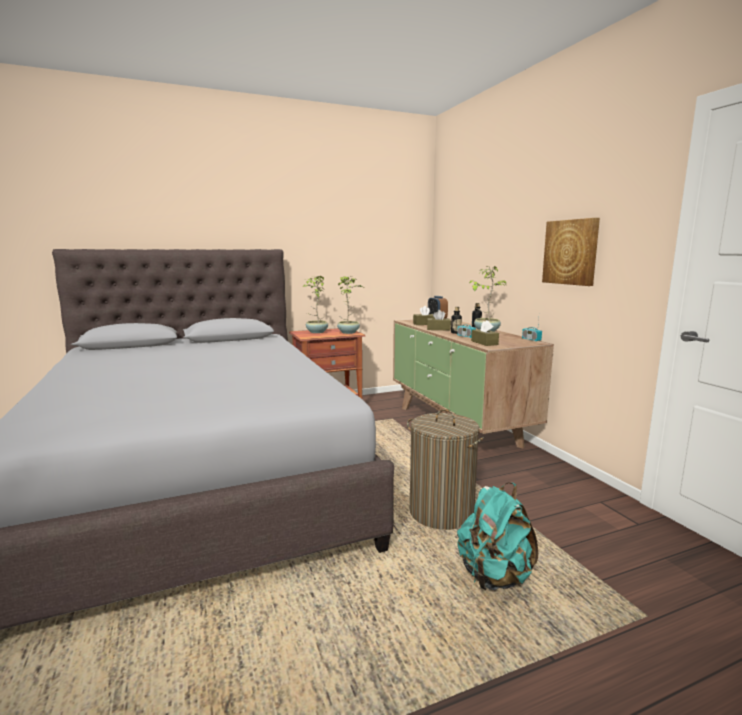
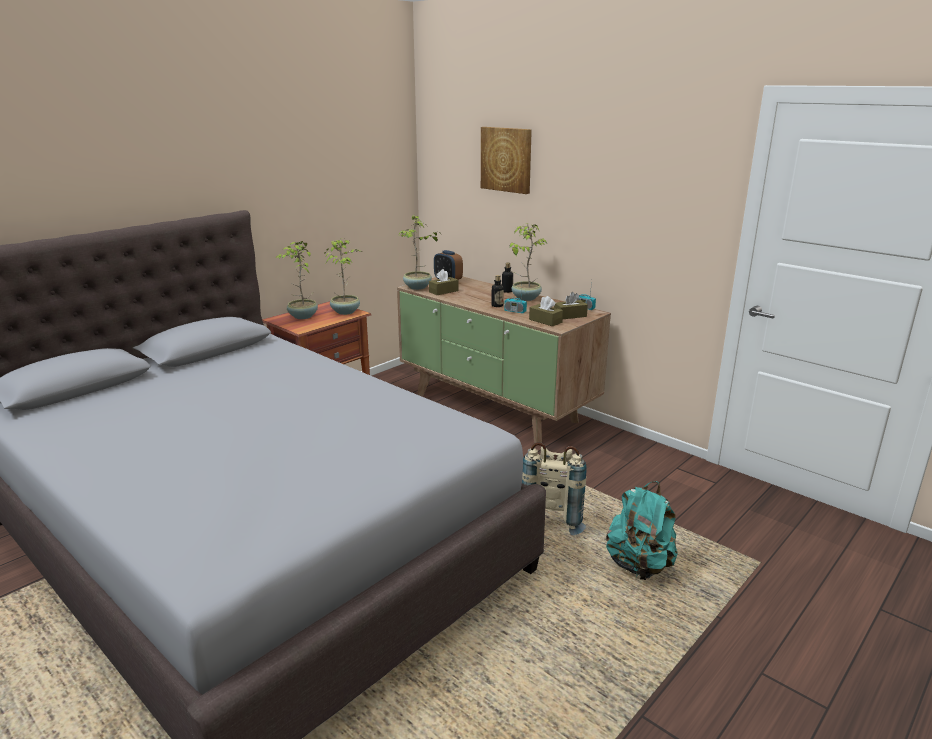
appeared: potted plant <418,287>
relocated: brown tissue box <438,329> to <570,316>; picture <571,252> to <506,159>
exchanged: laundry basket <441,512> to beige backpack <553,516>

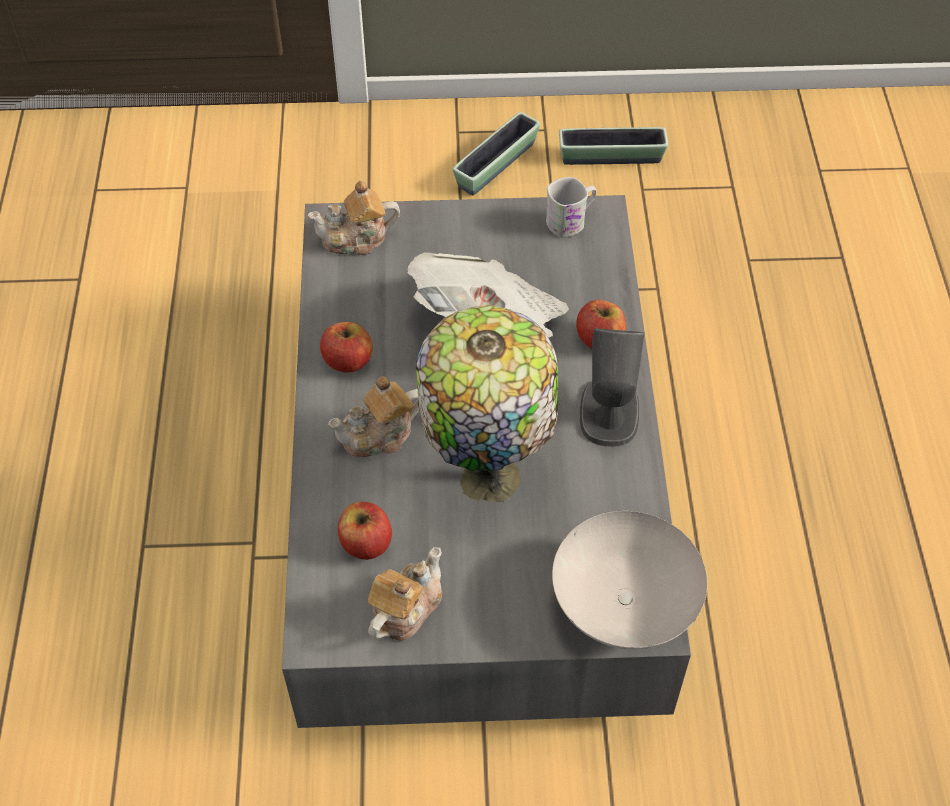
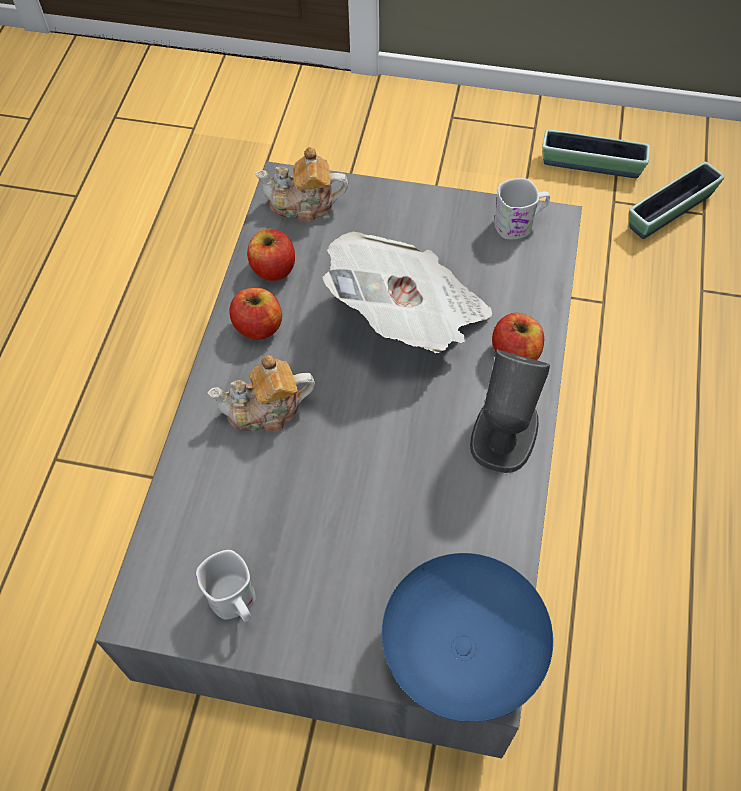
missing: table lamp <488,472>
relocated: apple <366,543> to <273,268>; planter <496,165> to <670,211>
exchanged: teapot <405,608> to white mug <235,603>
colour: white bowl <624,601> to blue bowl <463,649>

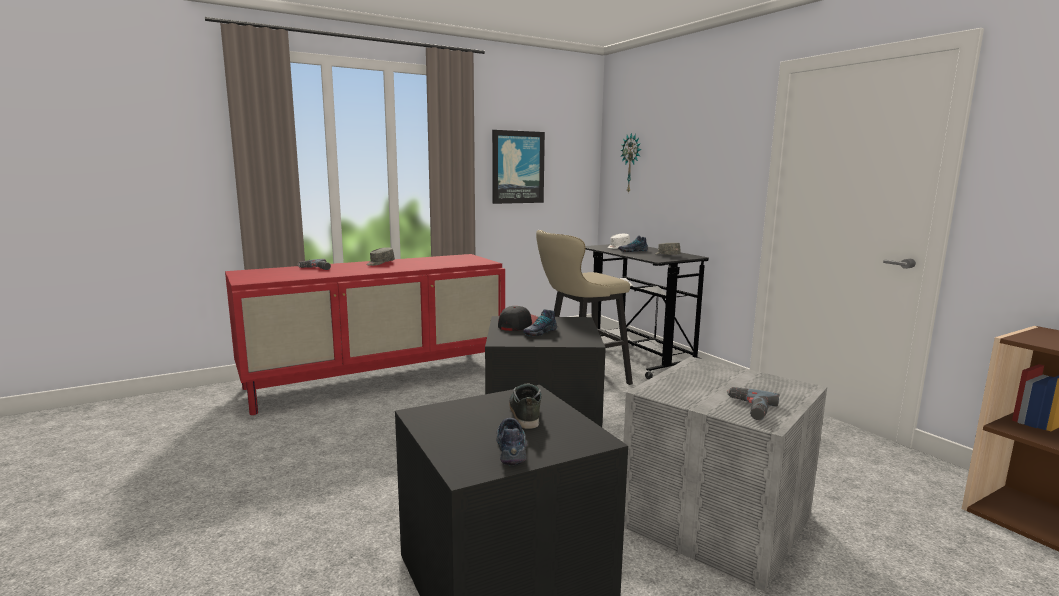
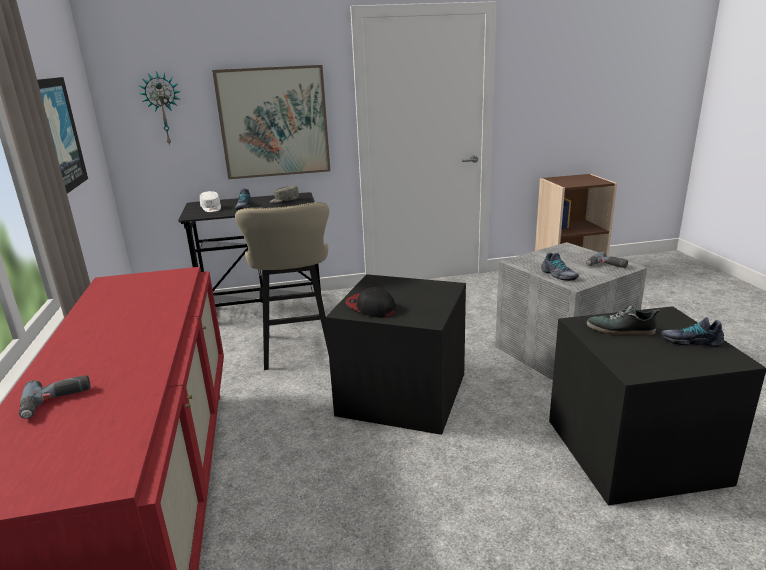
missing: grey cap <380,263>
appeared: picture <274,122>
relocated: shoe <539,332> to <558,275>

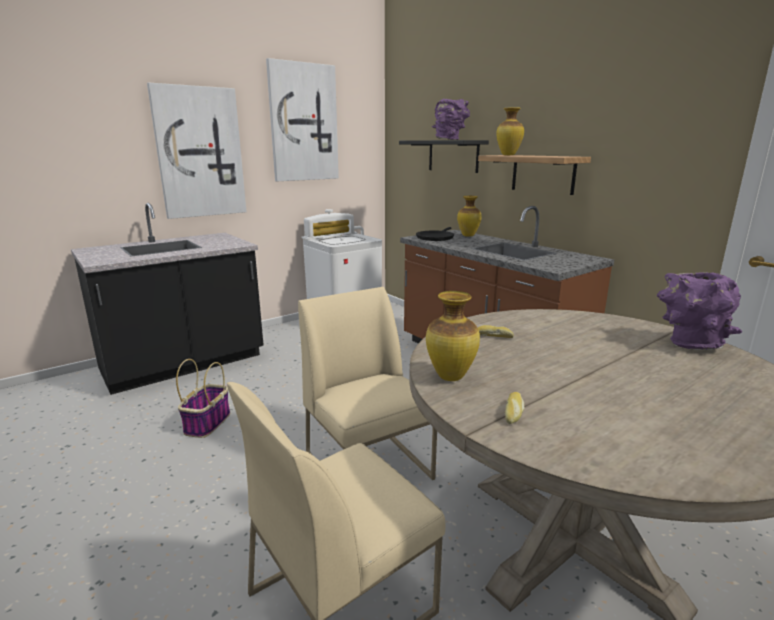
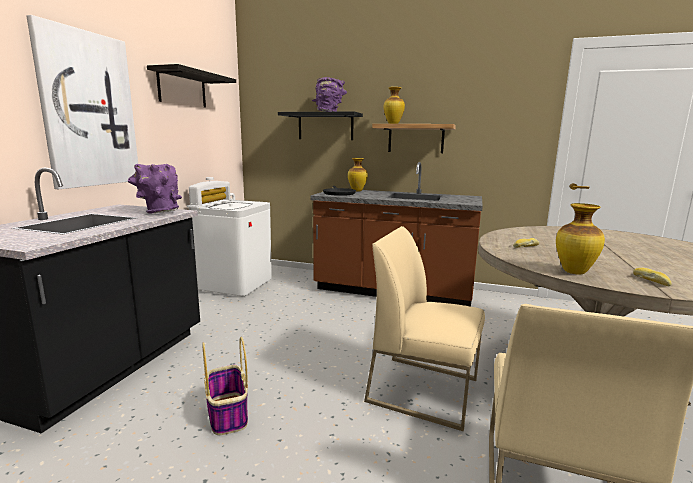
relocated: purple vase <688,345> to <158,212>
exchanged: picture <303,123> to black shelf <182,89>

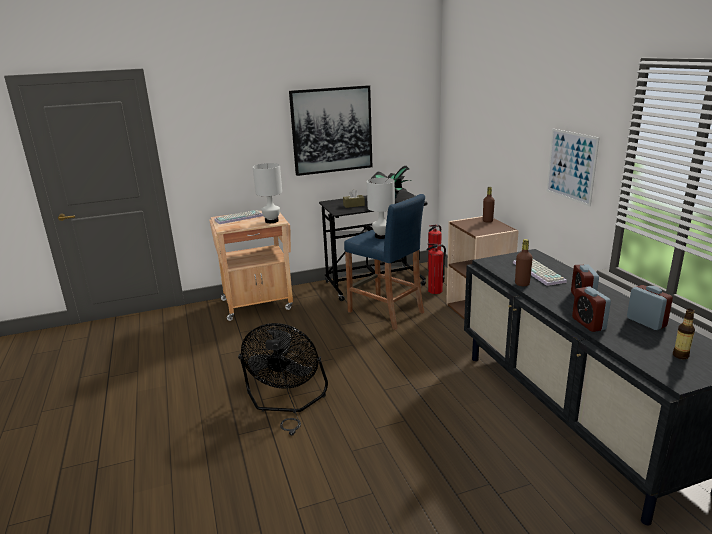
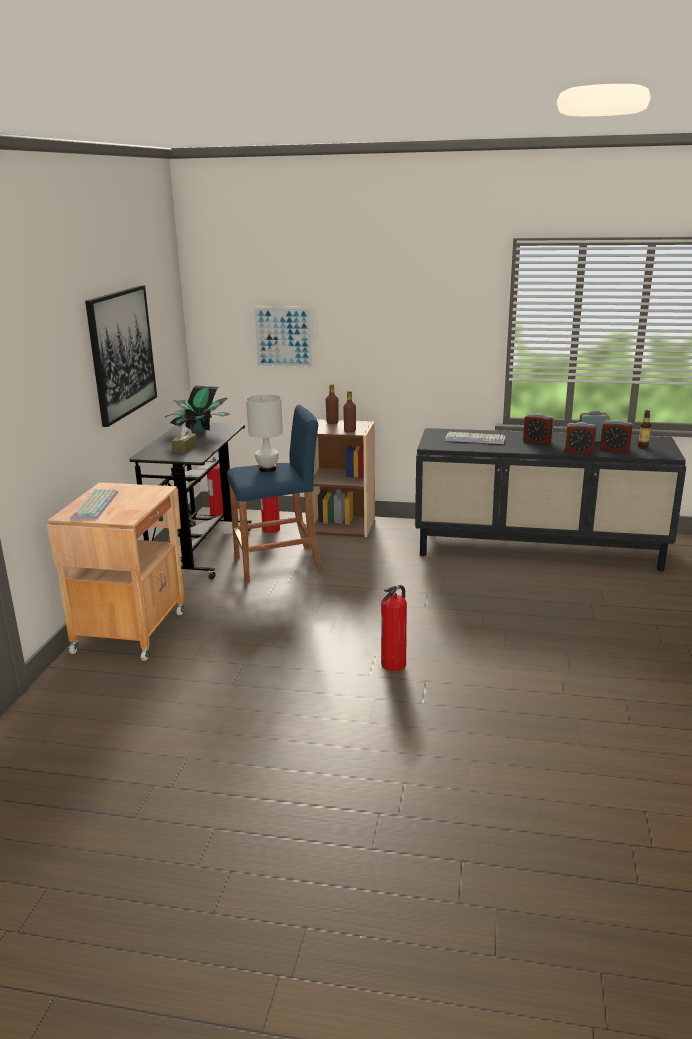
missing: white table lamp <271,221>
appeared: alarm clock <614,449>
relocated: brown bottle <522,284> to <350,431>; picture <571,166> to <283,337>
exchanged: black fan <284,404> to fire extinguisher <394,664>

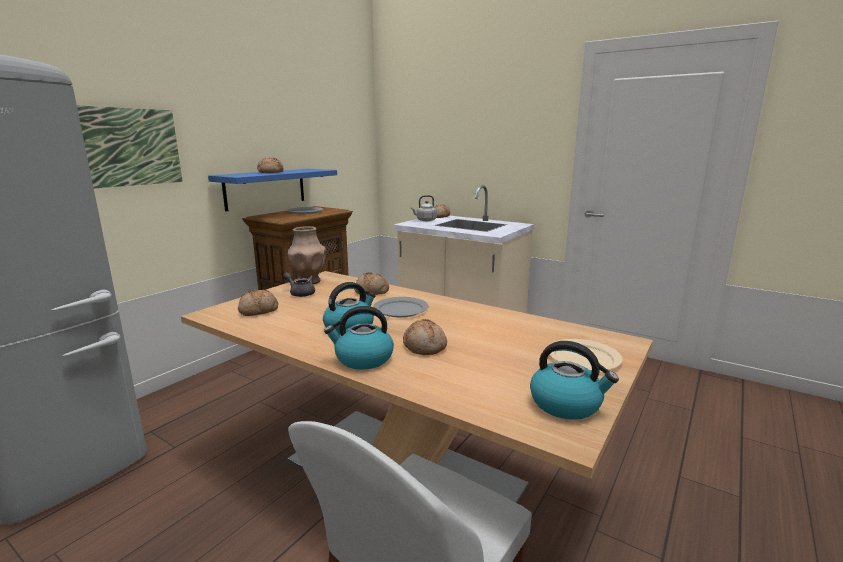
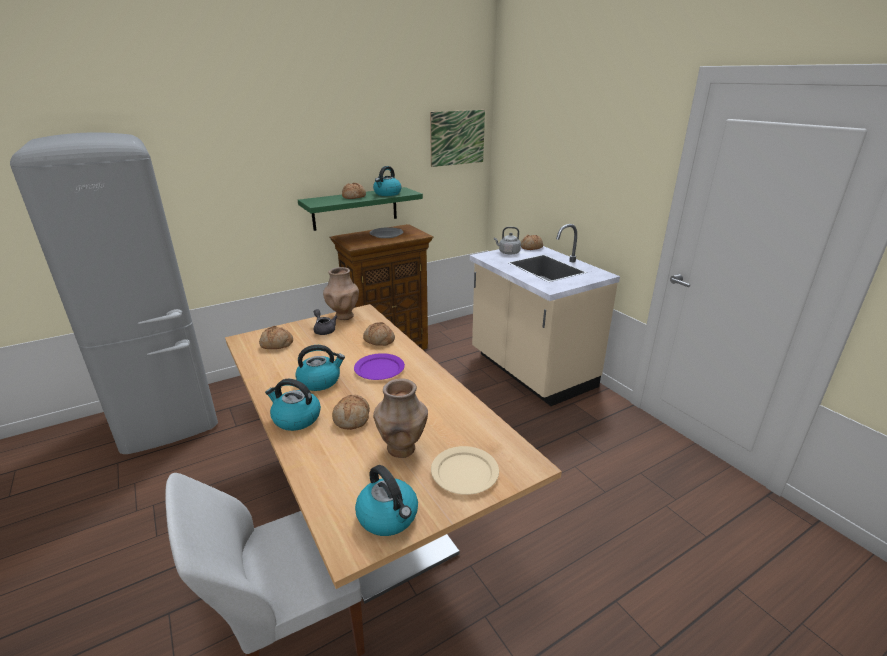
appeared: kettle <387,194>; brown vase <401,449>
relocated: picture <131,147> to <457,138>
colour: blue shelf <265,188> to green shelf <355,208>; grey plate <401,309> to purple plate <379,369>

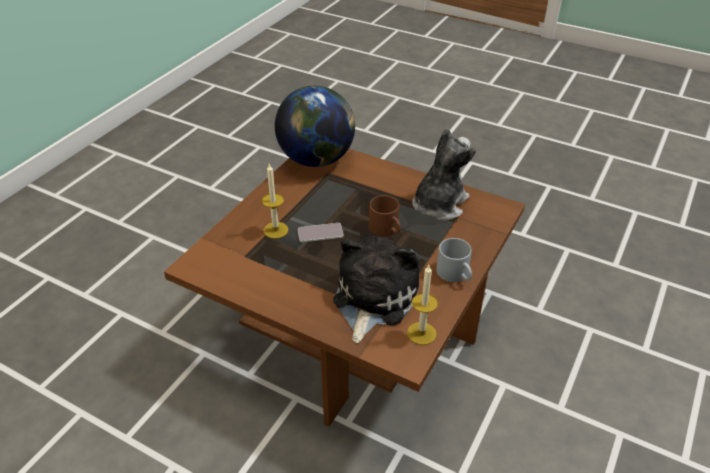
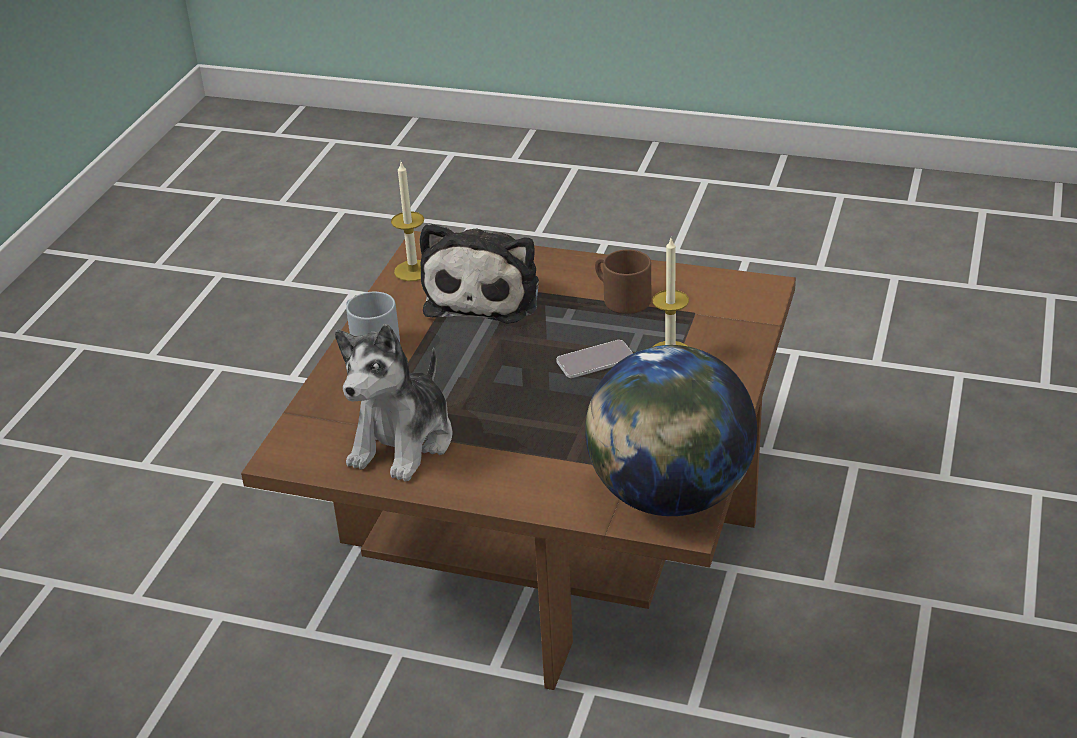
relocated: brown mug <387,229> to <620,298>

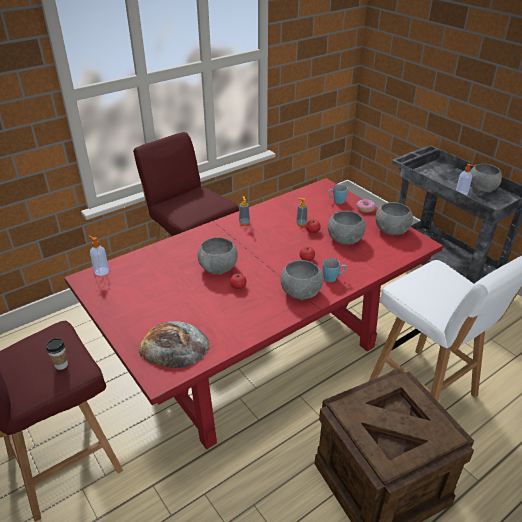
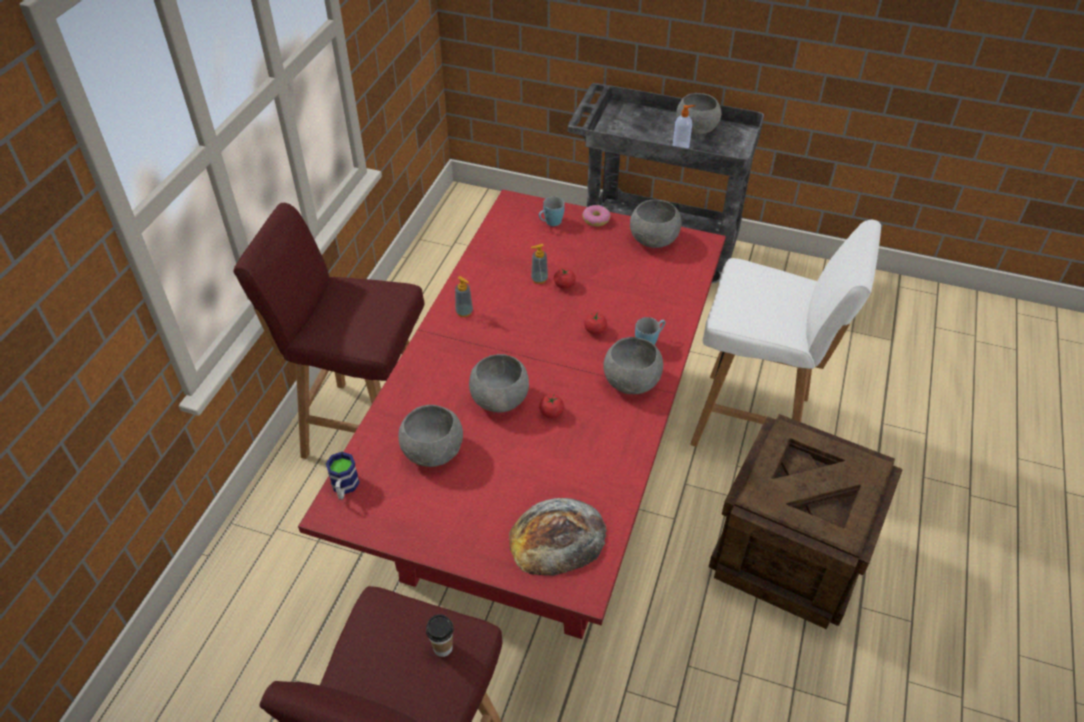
relocated: grey bowl <345,239> to <433,451>
exchanged: soap dispenser <101,271> to mug <344,488>

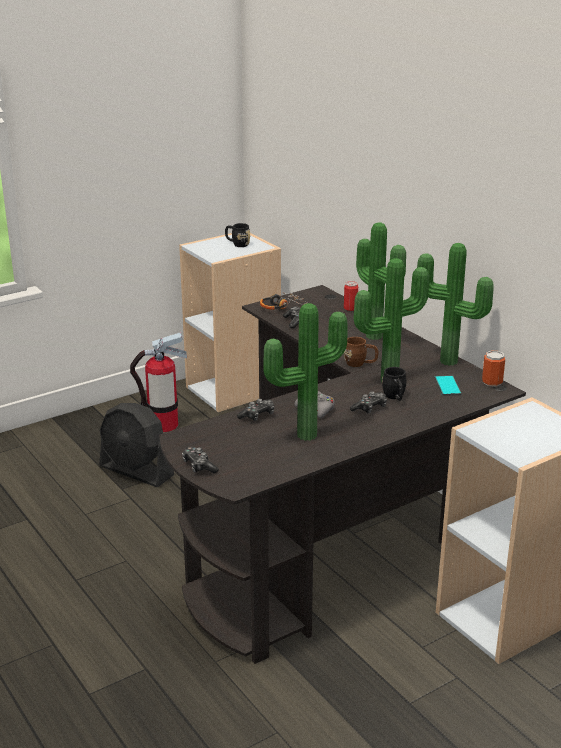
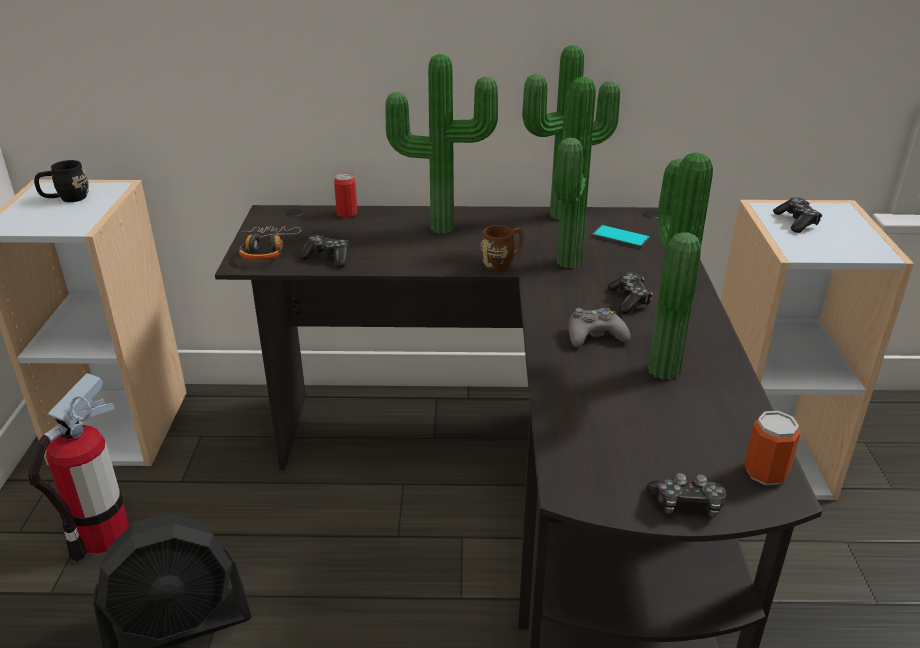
missing: black mug <395,397>
relocated: game controller <257,416> to <796,222>; can <492,382> to <765,472>

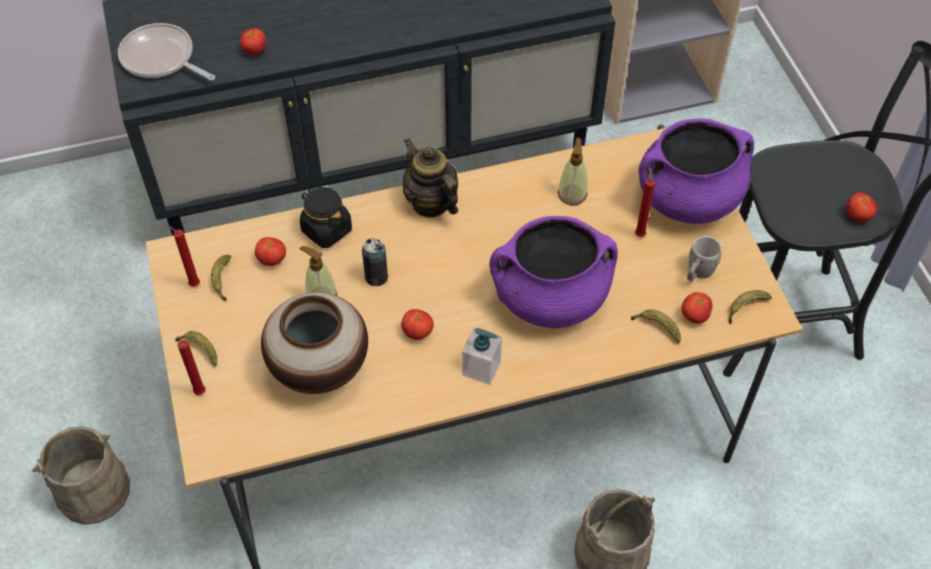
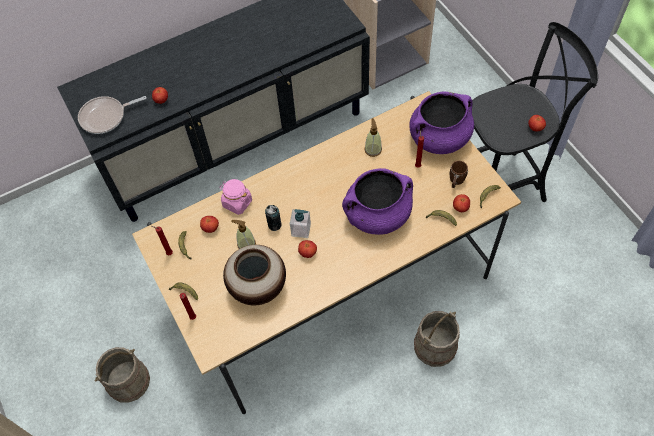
missing: teapot <431,202>
relocated: soap dispenser <481,368> to <301,230>
colour: black jar <326,230> to pink jar <237,203>; grey mug <697,273> to brown mug <456,181>
spun: frying pan <161,59> = <106,117> 45 degrees counterclockwise

